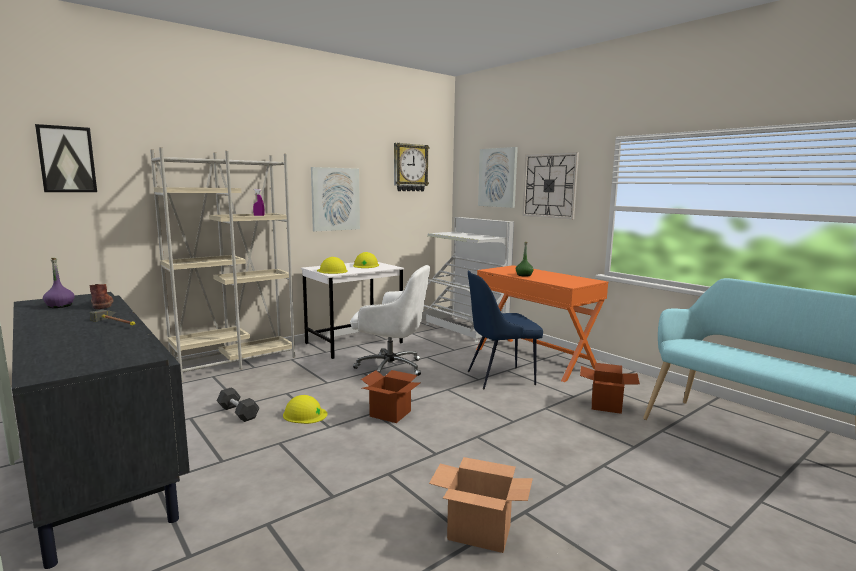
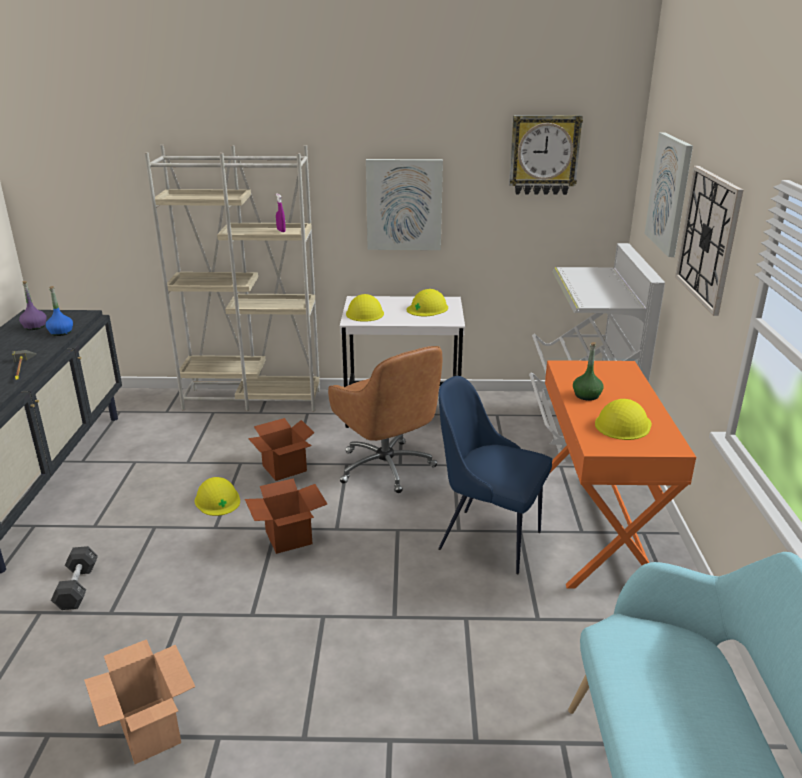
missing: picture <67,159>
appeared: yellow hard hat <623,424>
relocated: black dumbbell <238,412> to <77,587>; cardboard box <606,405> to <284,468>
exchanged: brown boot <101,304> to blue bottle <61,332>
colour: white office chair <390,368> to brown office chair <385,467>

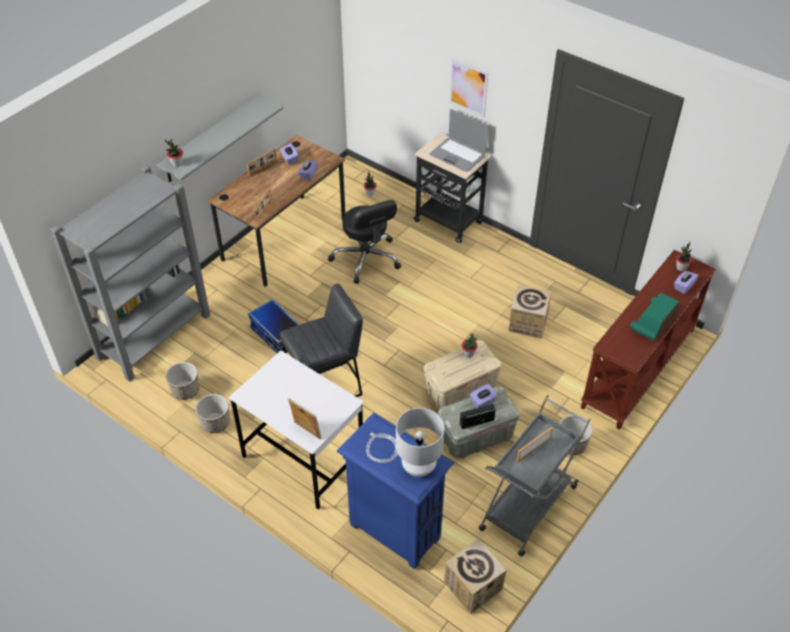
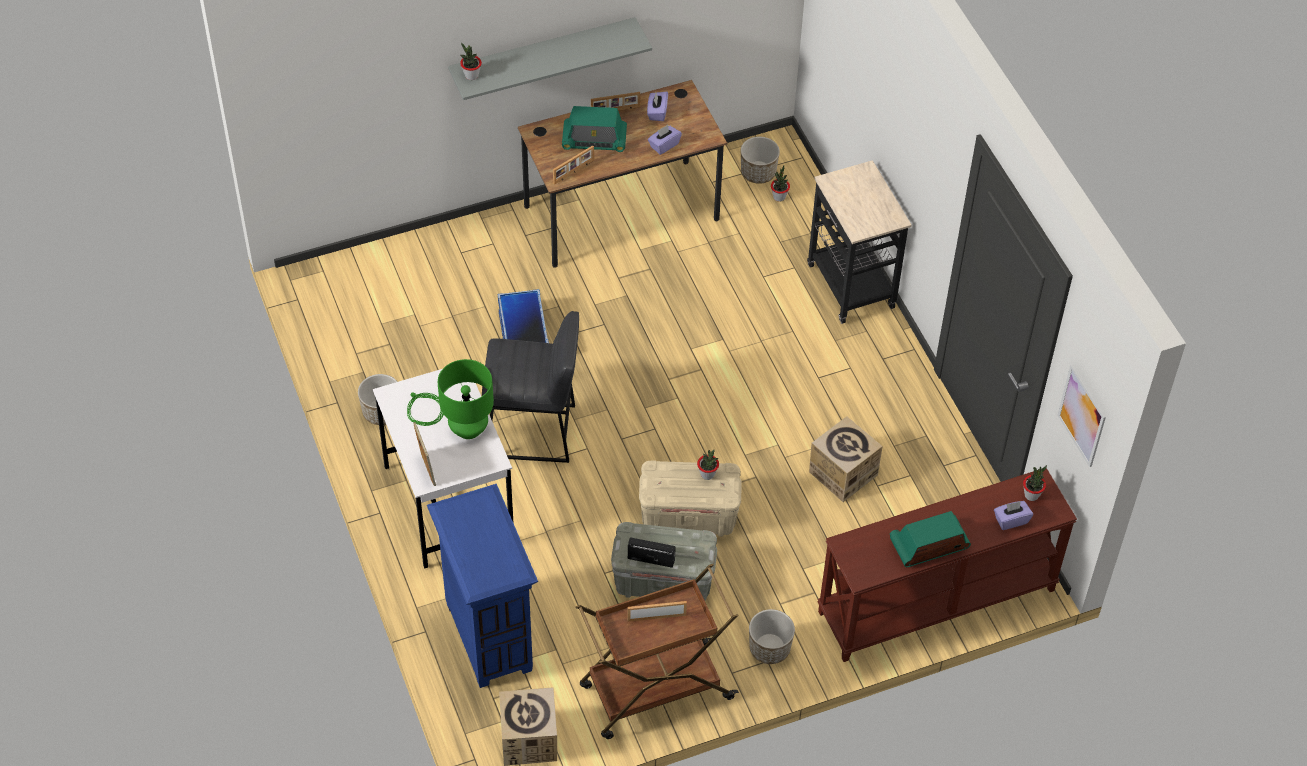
missing: grey bookcase <154,336>; black office chair <367,260>; white table lamp <404,460>; laptop <458,155>; purple tissue box <482,401>
appeared: green table lamp <452,421>; radio <594,140>
relocated: planter <185,390> to <758,173>; picture <468,87> to <1082,415>
colour: grey cart <527,508> to brown cart <655,692>

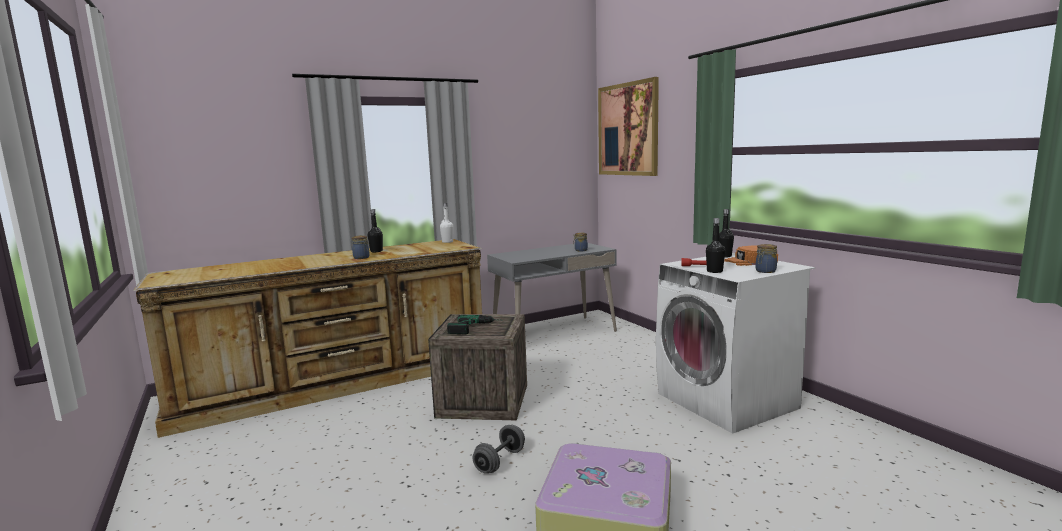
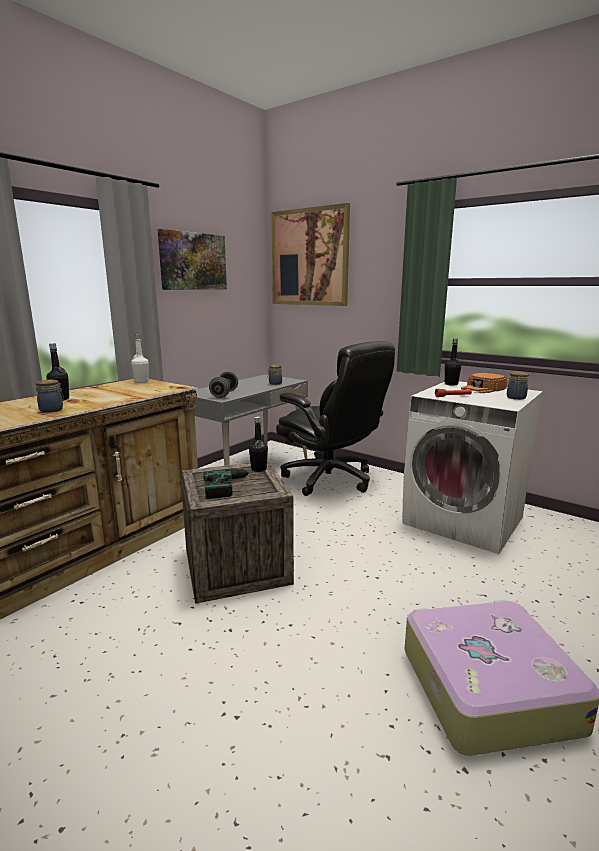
appeared: picture <193,261>; black office chair <331,481>
relocated: grey dumbbell <500,461> to <224,394>; black bottle <714,271> to <258,469>

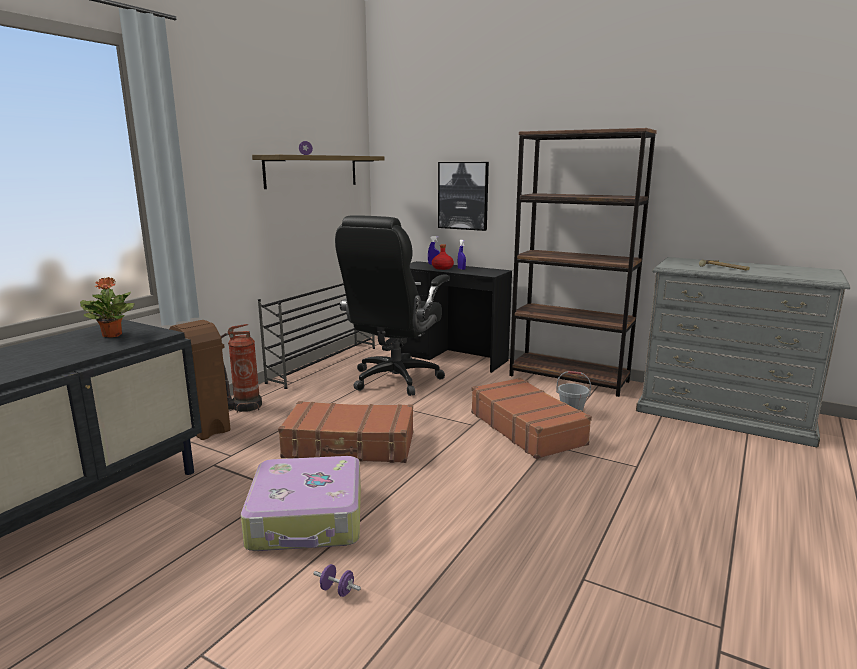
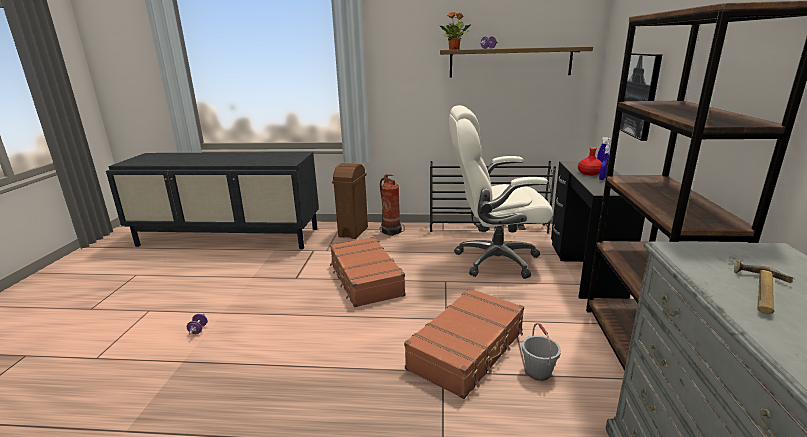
missing: suitcase <308,519>
relocated: potted plant <112,335> to <454,49>
colour: black office chair <395,380> to white office chair <494,260>

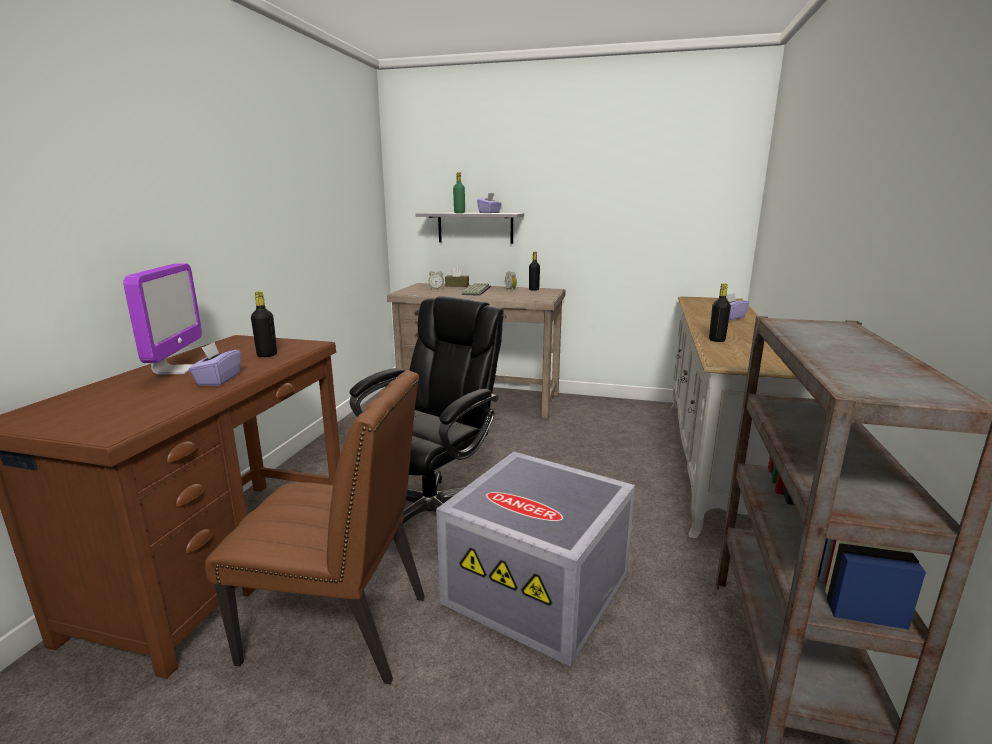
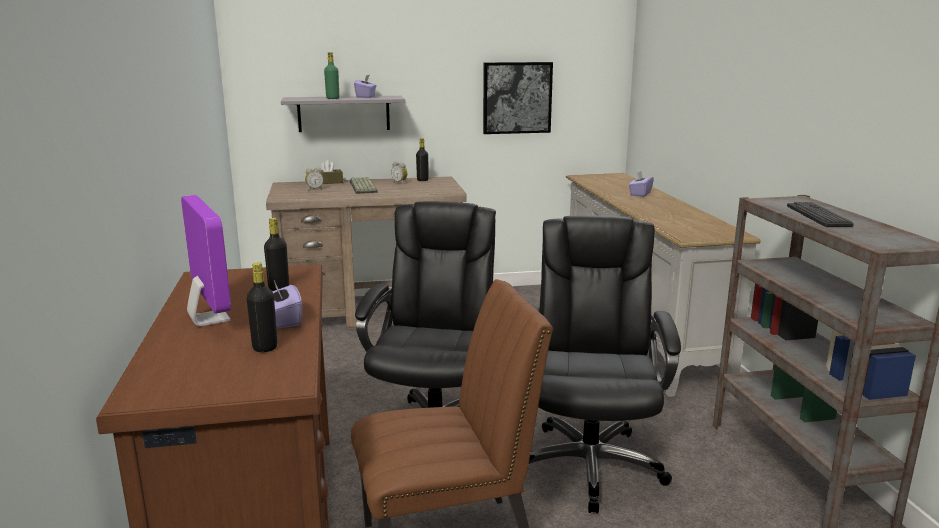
appeared: picture <517,98>; keyboard <818,215>
relocated: black bottle <717,340> to <265,347>
exchanged: grey storage box <540,587> to black office chair <588,465>

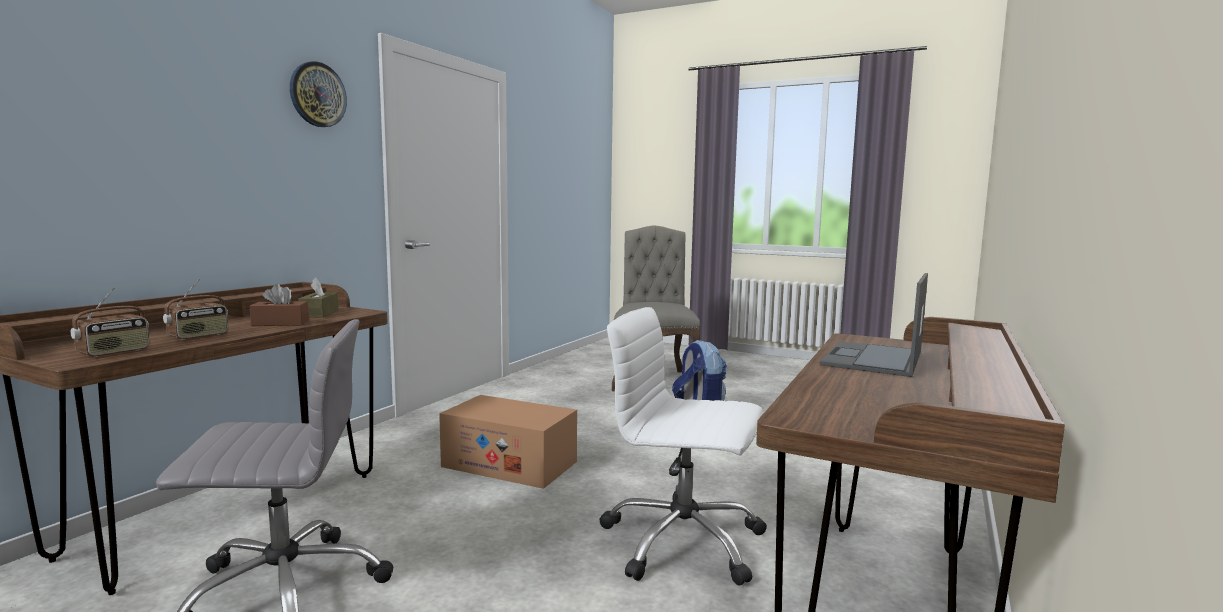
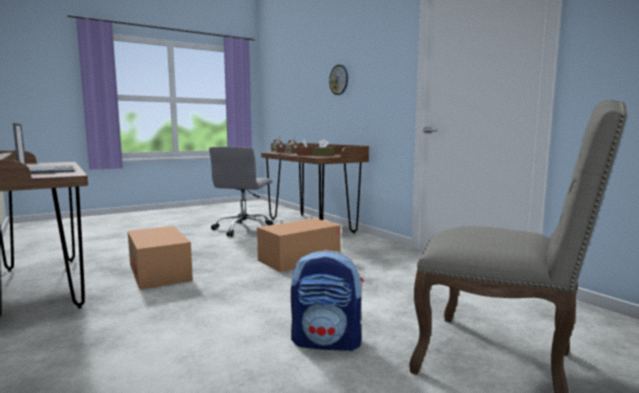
relocated: wall clock <317,95> to <339,80>
exchanged: white office chair <681,542> to cardboard box <159,272>

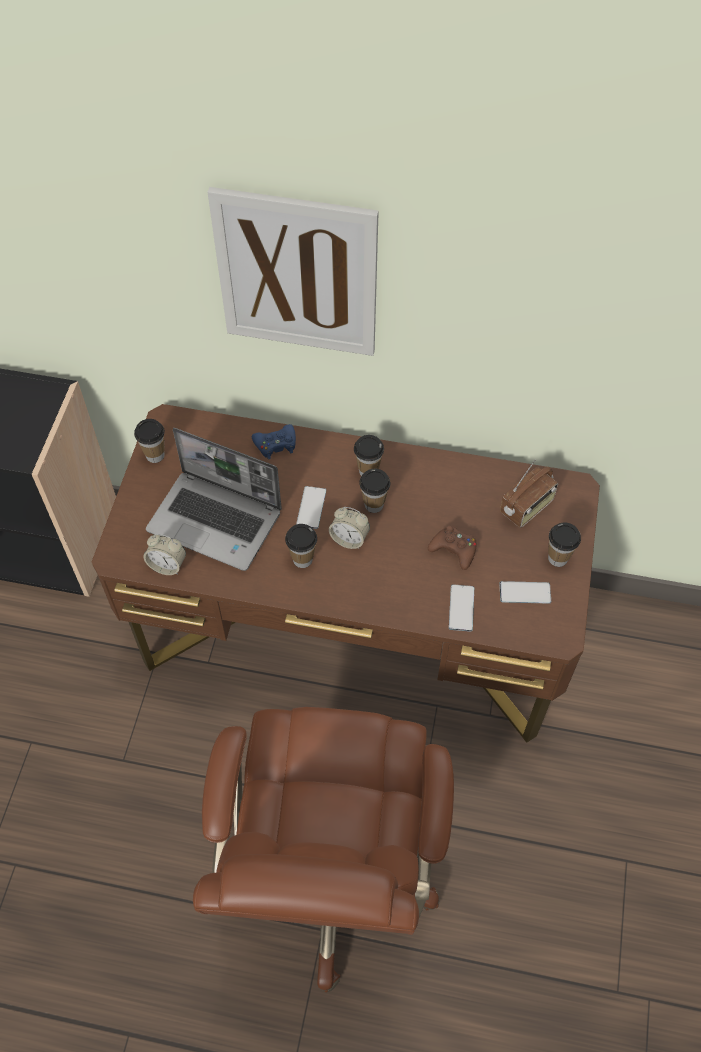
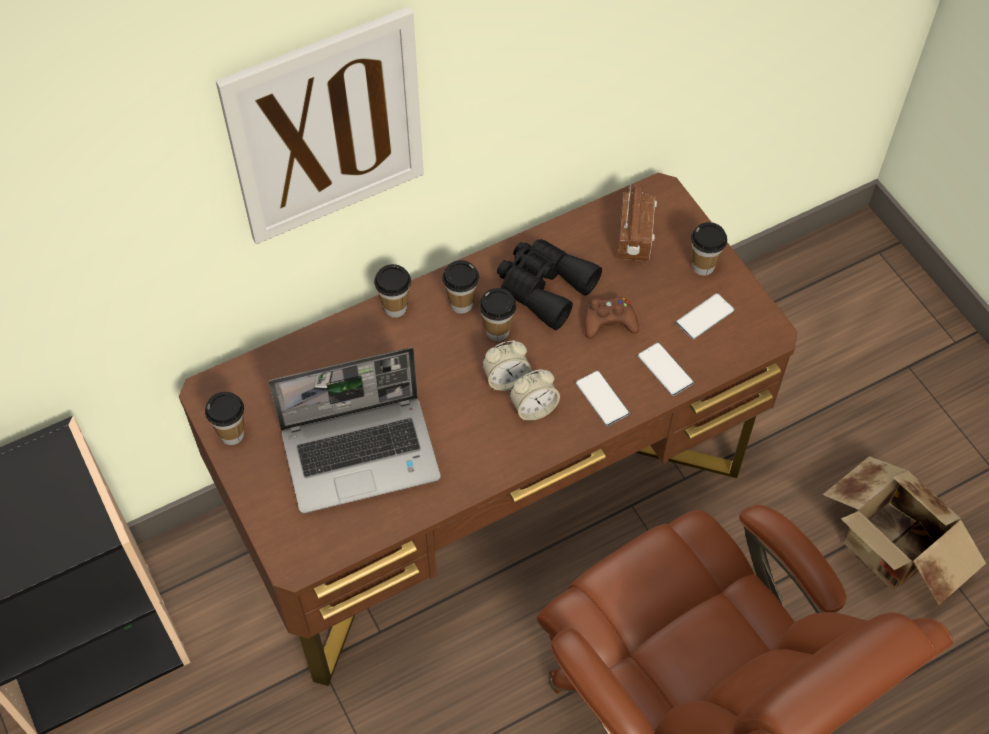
missing: blue game controller <276,445>
appeared: black binoculars <544,287>; cardboard box <887,554>
relocated: alarm clock <167,565> to <533,408>; cup <302,559> to <395,308>; phone <311,507> to <602,398>

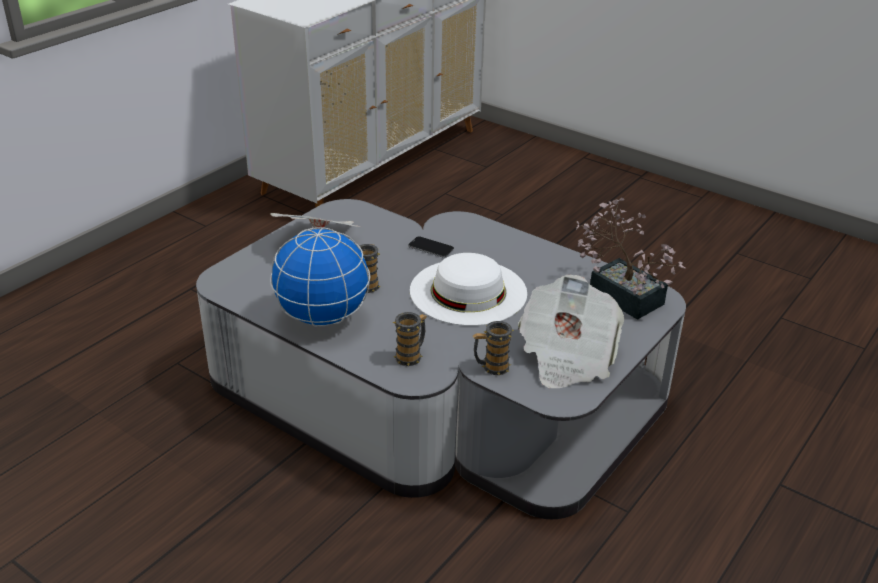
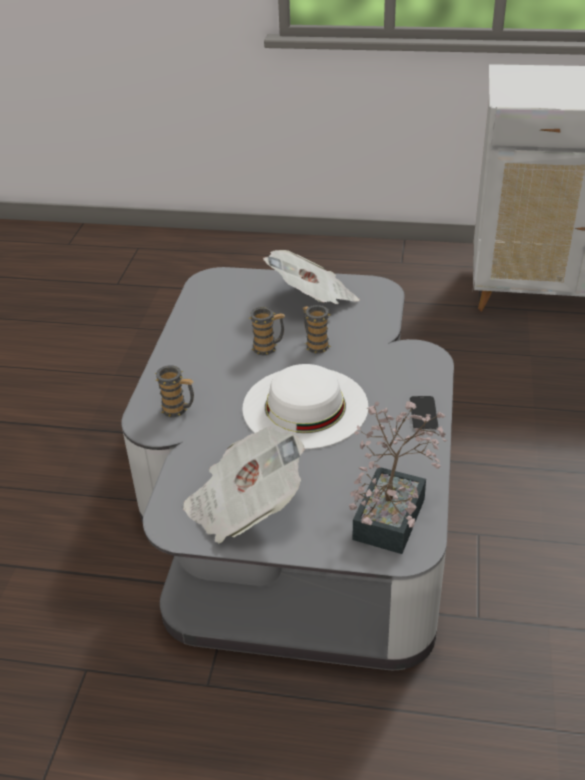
missing: globe <322,318>
relocated: phone <431,248> to <423,414>; mug <491,367> to <315,344>

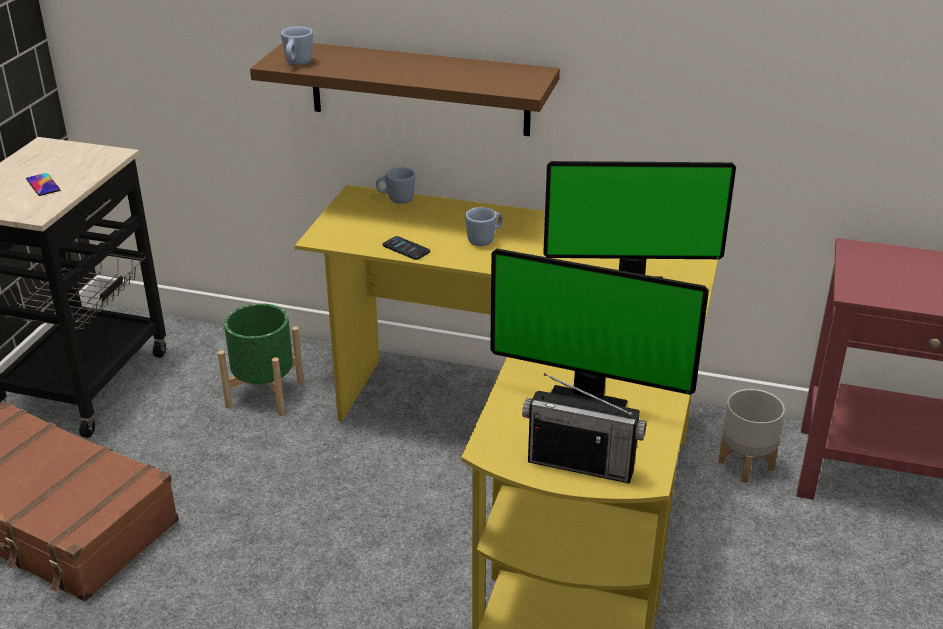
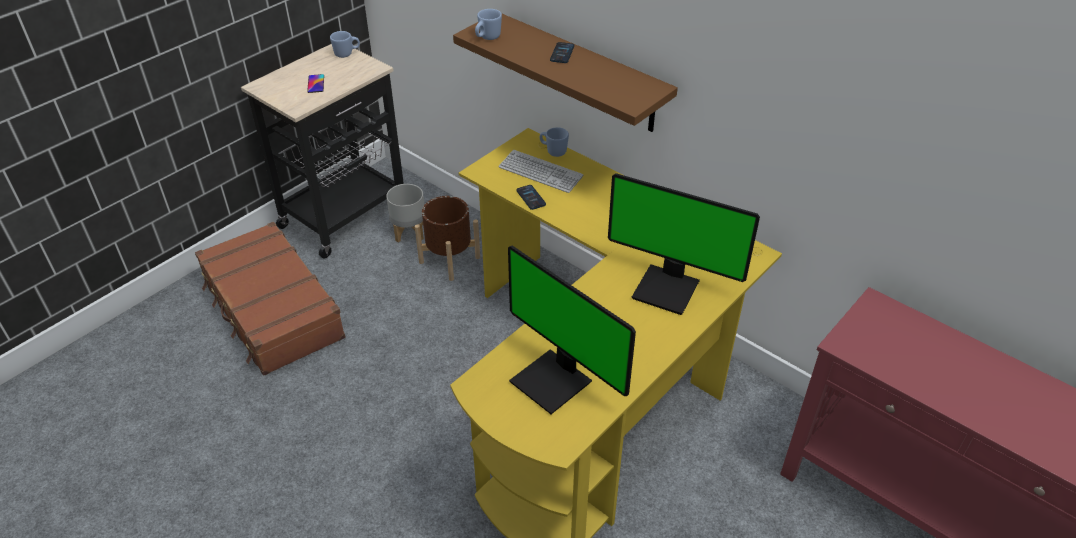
missing: radio <581,464>
appeared: keyboard <540,172>; phone <562,53>
relocated: blue mug <485,240> to <347,54>; grey planter <746,464> to <410,232>
colour: green planter <264,393> to brown planter <449,259>

